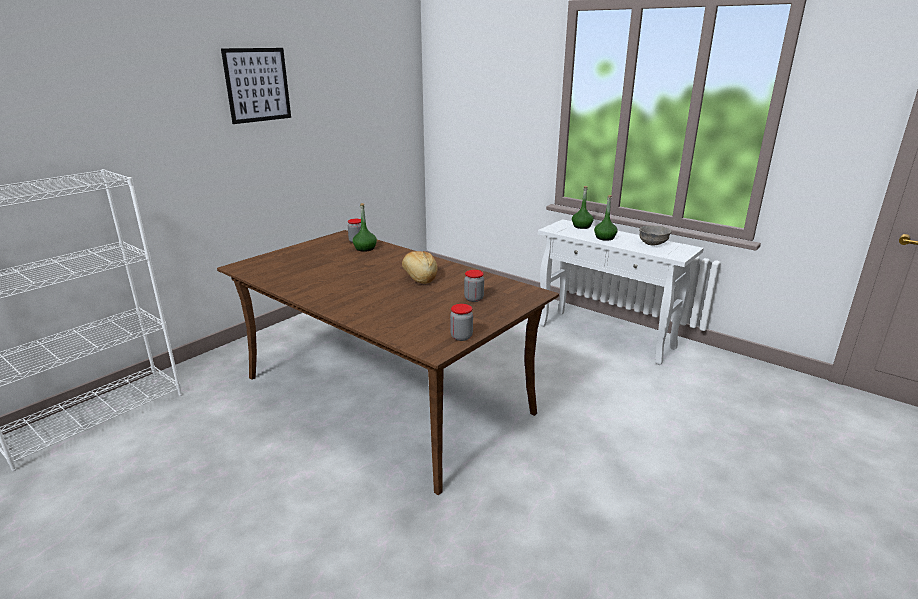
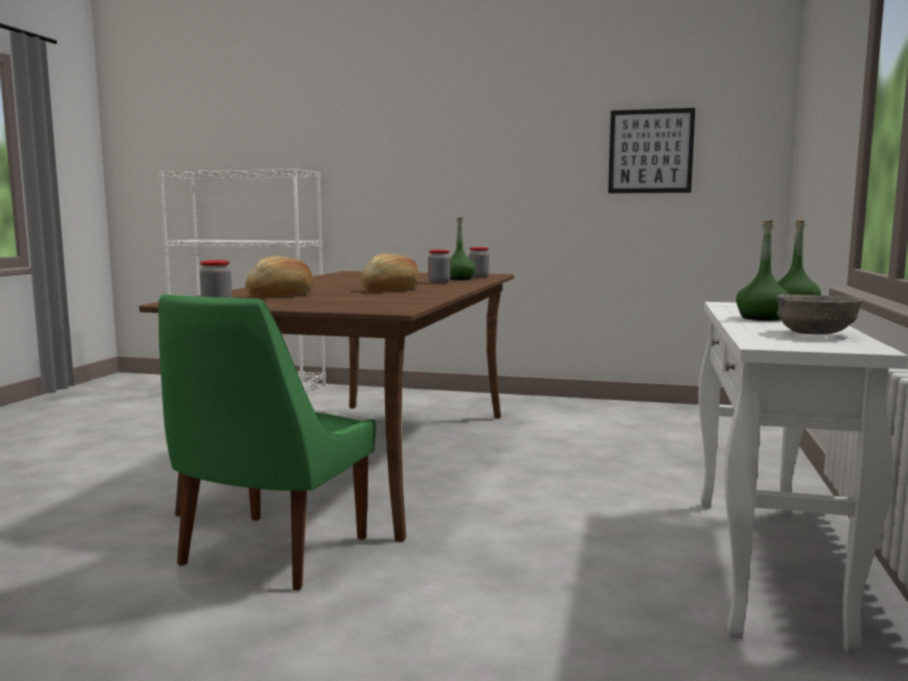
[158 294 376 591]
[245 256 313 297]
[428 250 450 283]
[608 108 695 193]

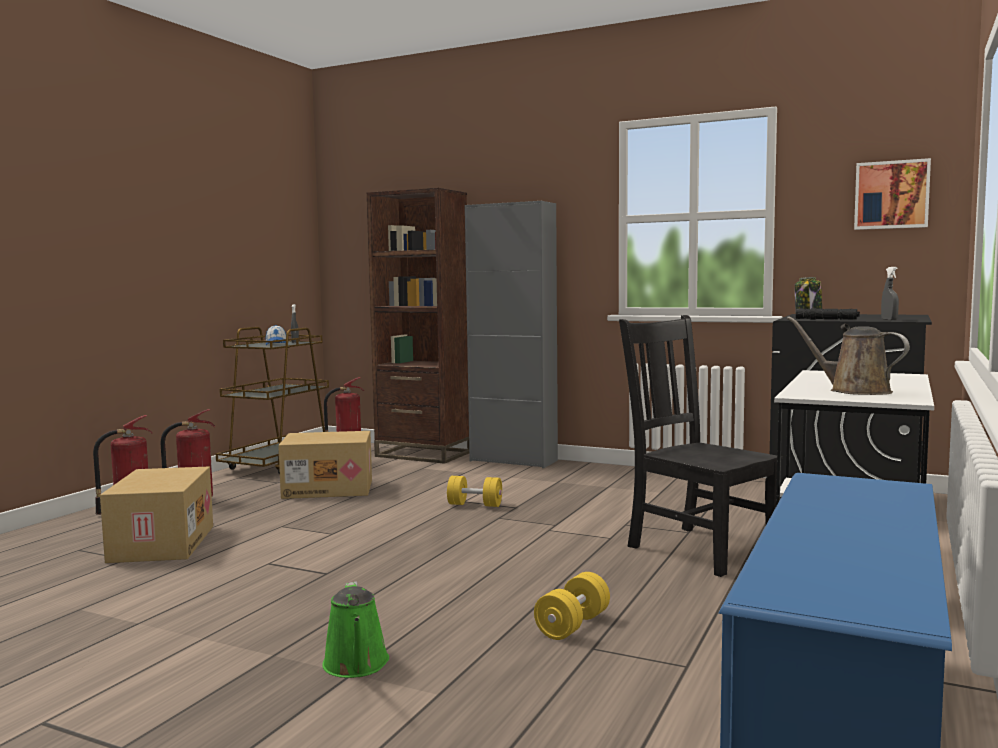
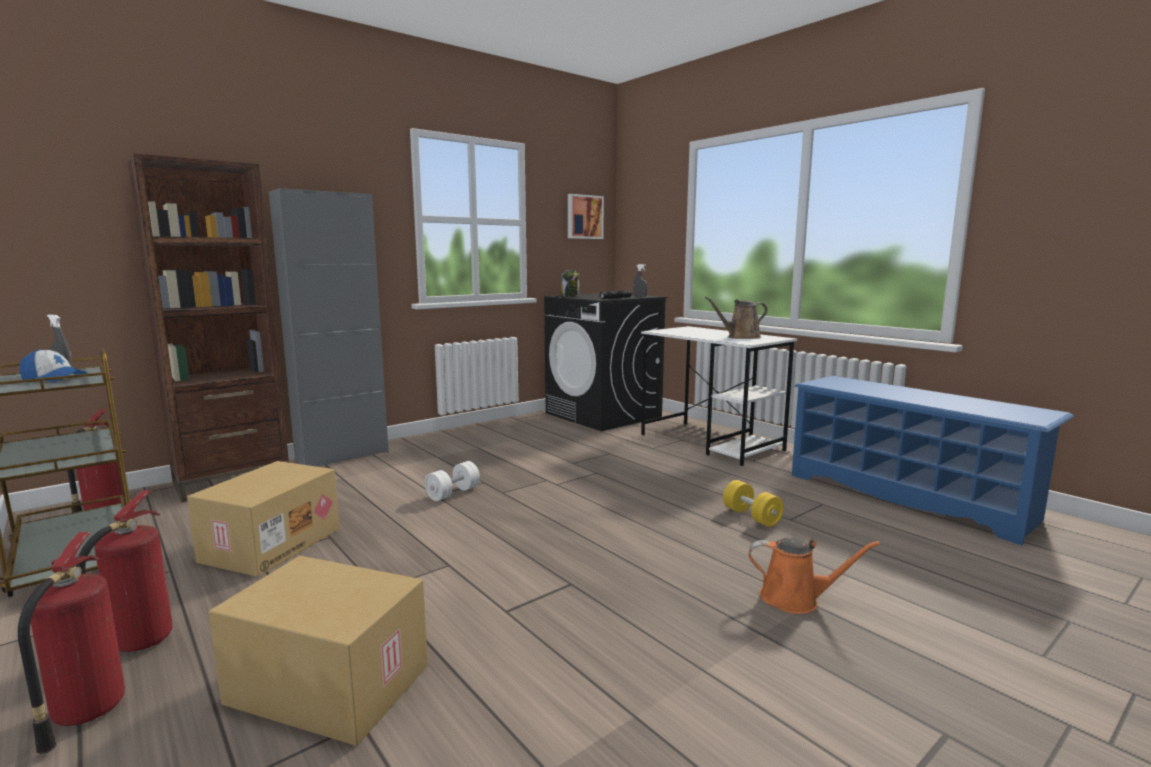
[425 461 480 501]
[749 538 880 614]
[619 315 782 577] (first image)

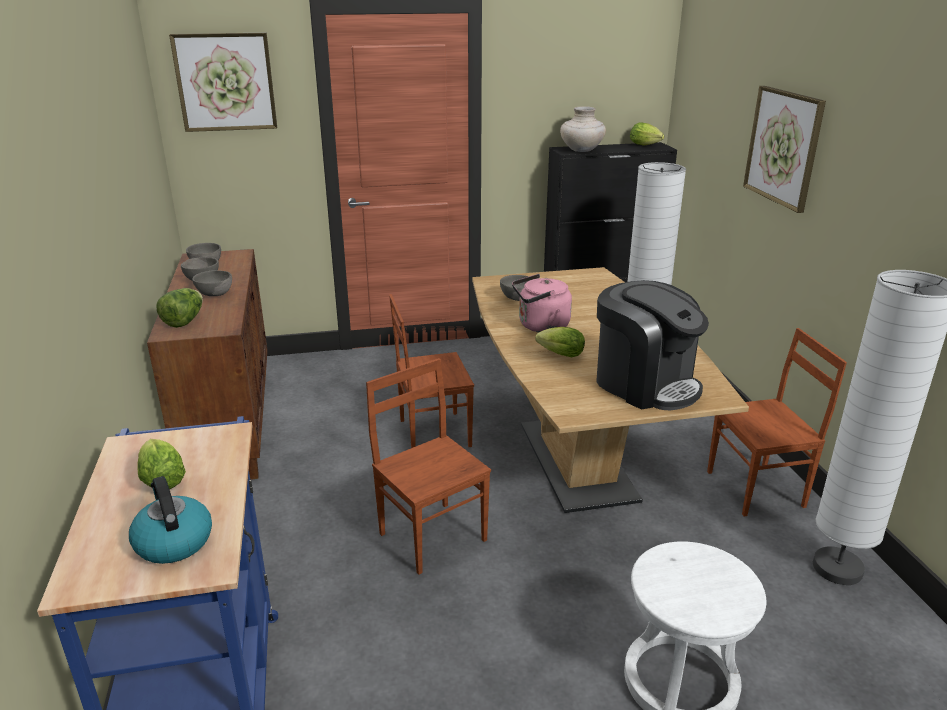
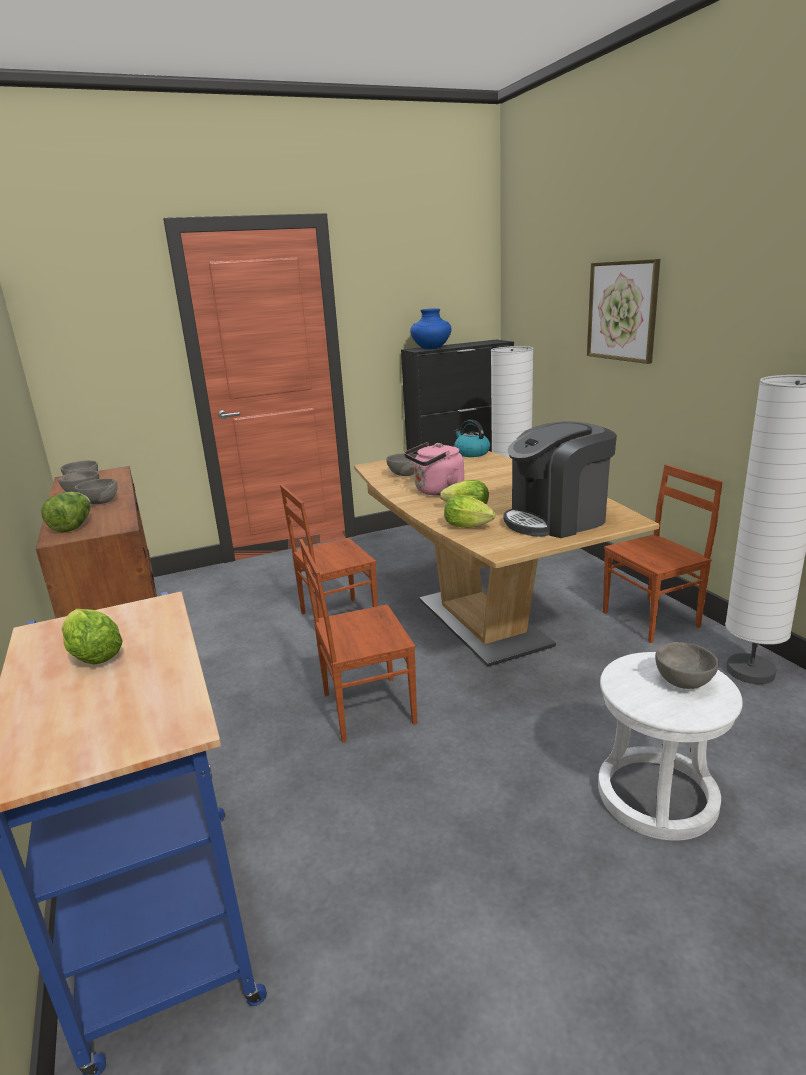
[299 539 417 743]
[410 308 451 349]
[444 495 496 528]
[454 420 490 457]
[504 421 617 538]
[655 642 719 689]
[169 33 277 132] (first image)

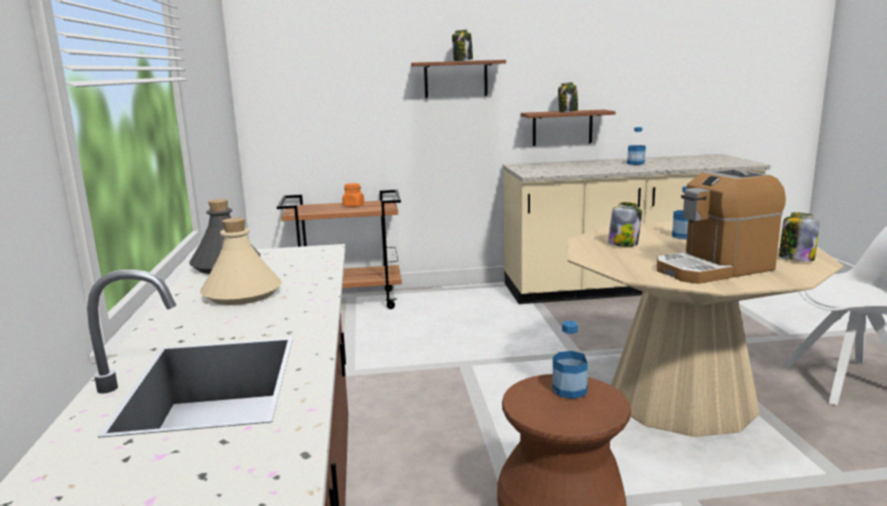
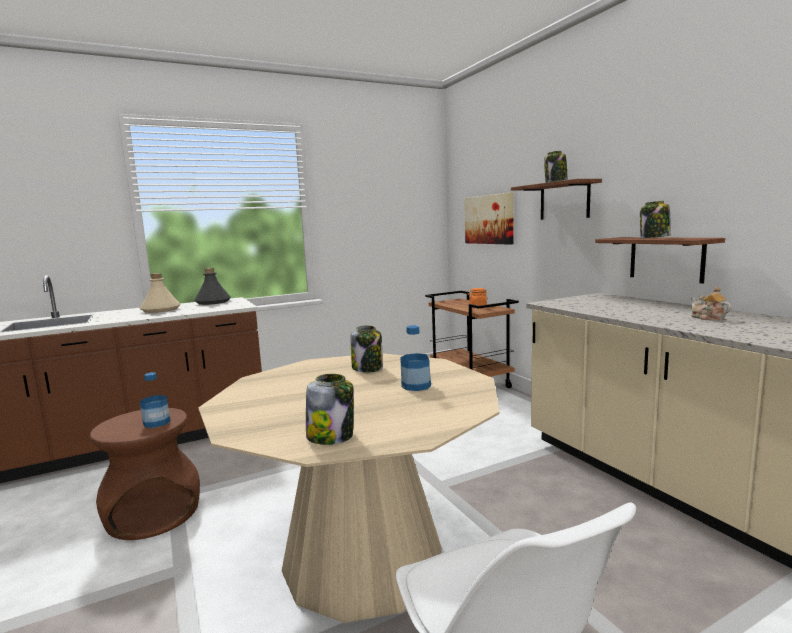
[465 193 514 245]
[691 287 731 321]
[657 169 786 284] (first image)

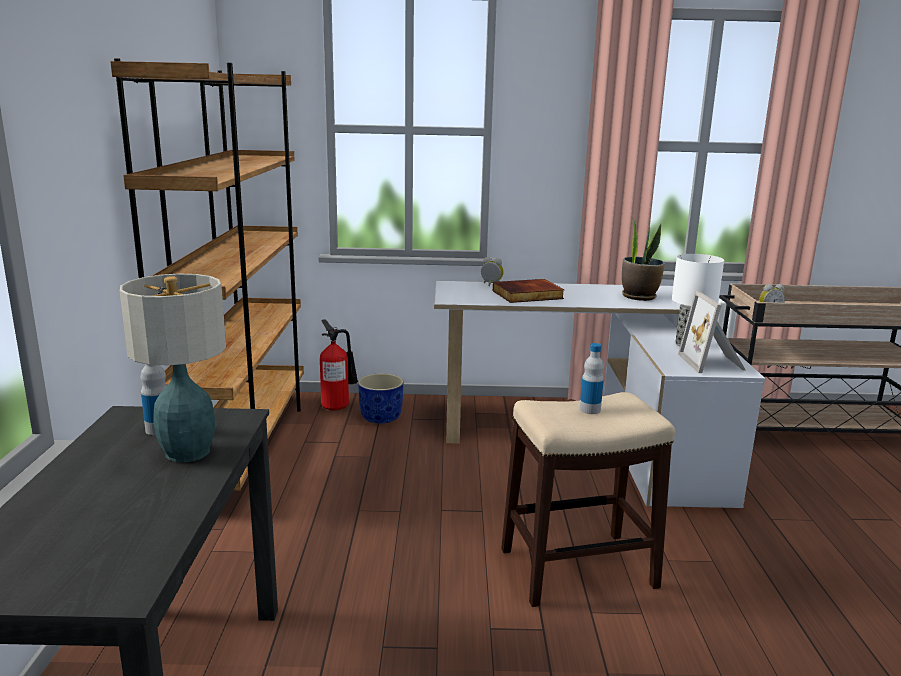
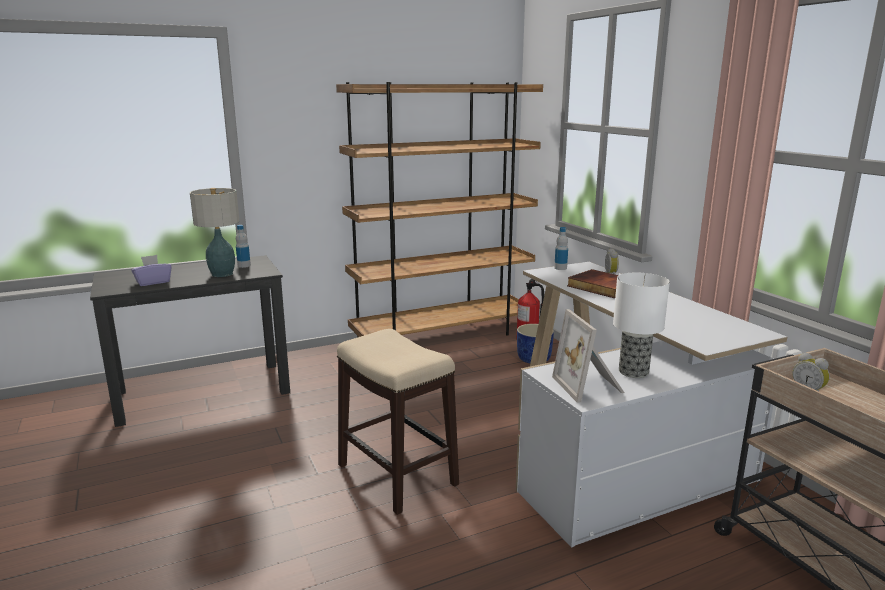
[131 255 172 286]
[552 309 624 403]
[554 227 568 270]
[622 219 665 301] (first image)

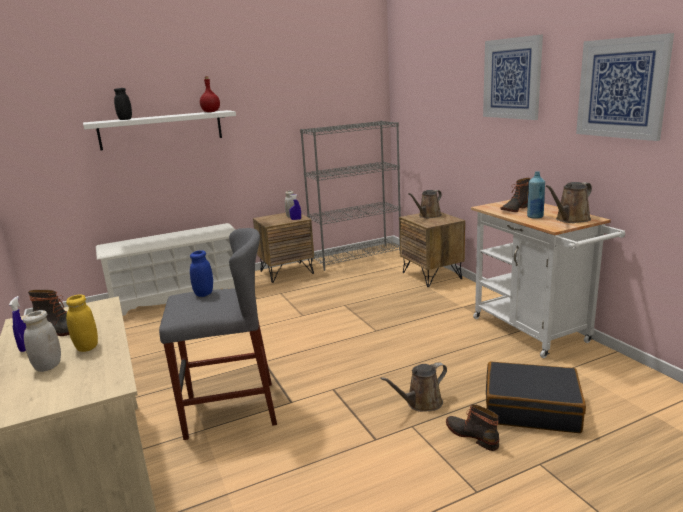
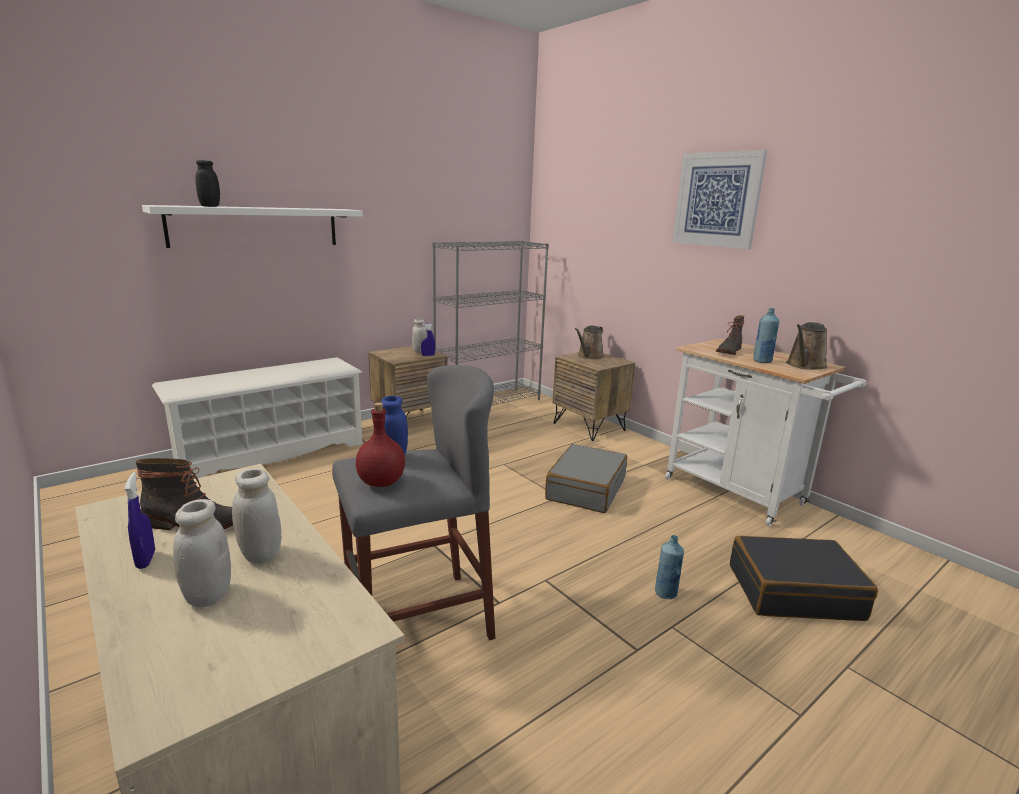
[232 468 281 564]
[356 402 405 487]
[545 444 627 513]
[655 535 684 599]
[446 404 499 451] (first image)
[576 33 674 141] (first image)

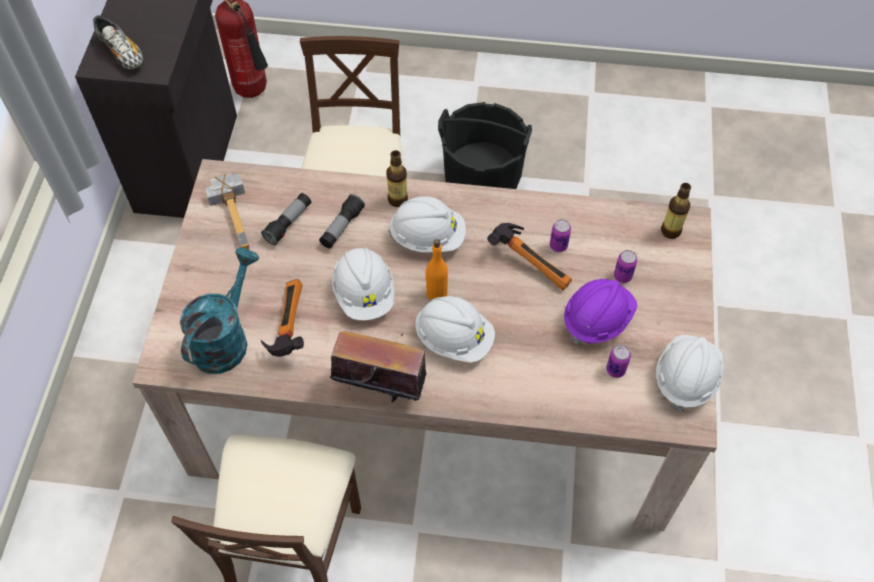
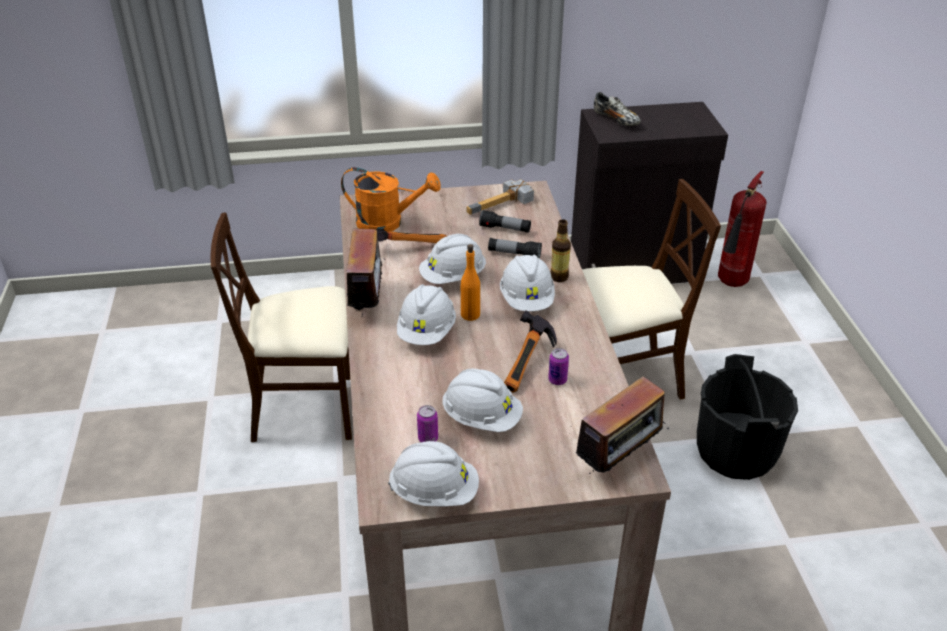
[341 167 441 232]
[442 369 523 432]
[576 376 669 474]
[594 92 641 126]
[614 250 637 283] (first image)

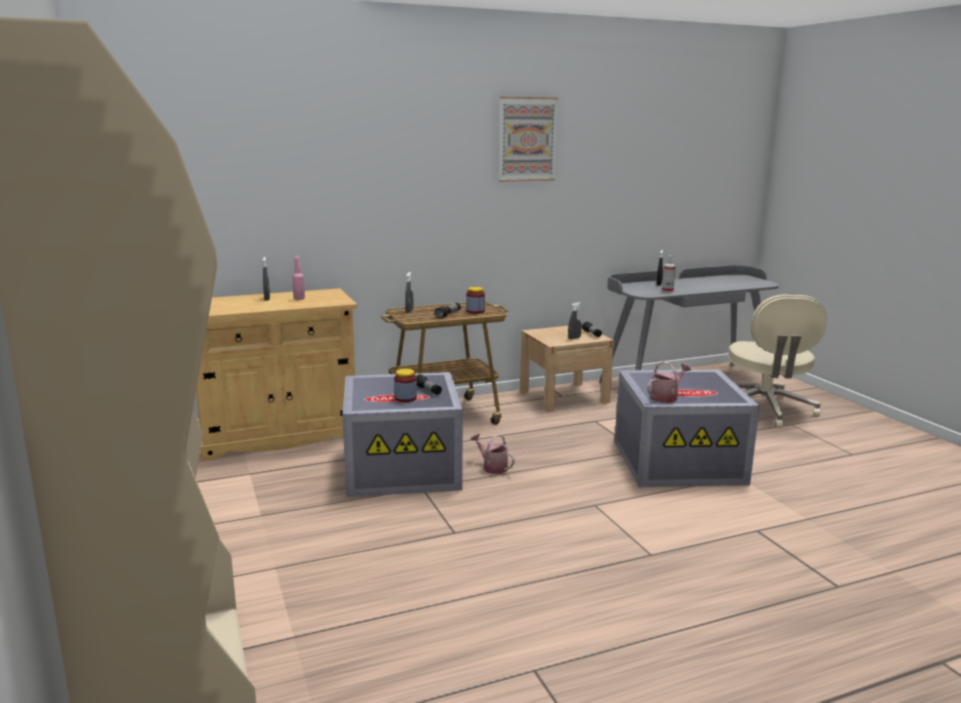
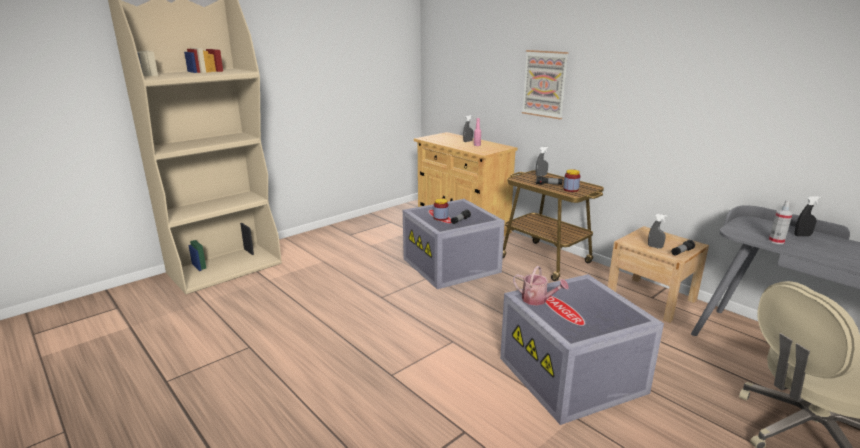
[522 50 568 119]
[470 434 515 474] (first image)

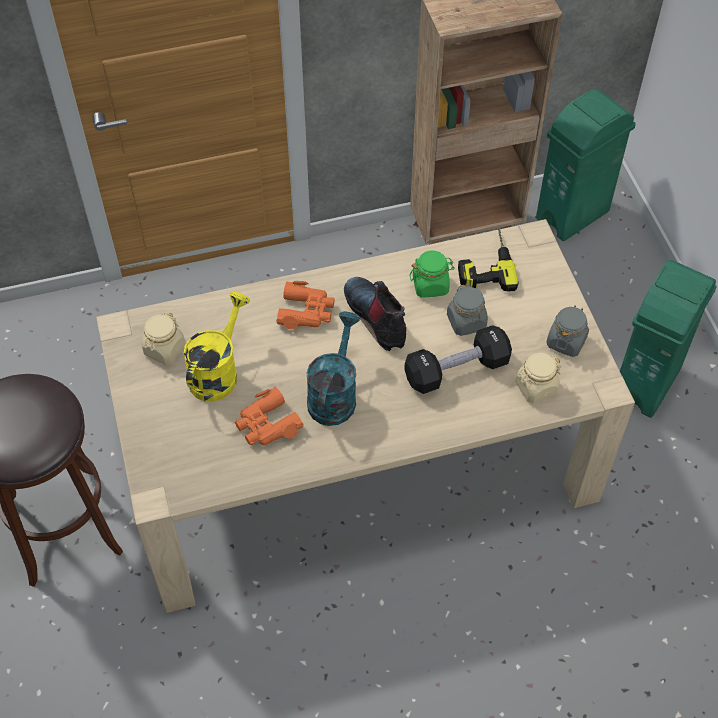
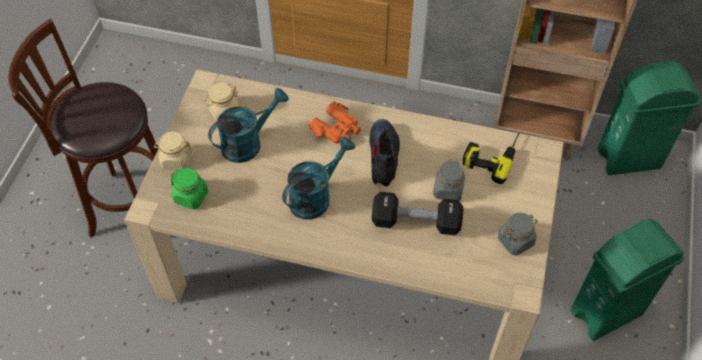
[154 131 193 171]
[170 168 208 209]
[208 88 289 163]
[235 387 304 445] (first image)

